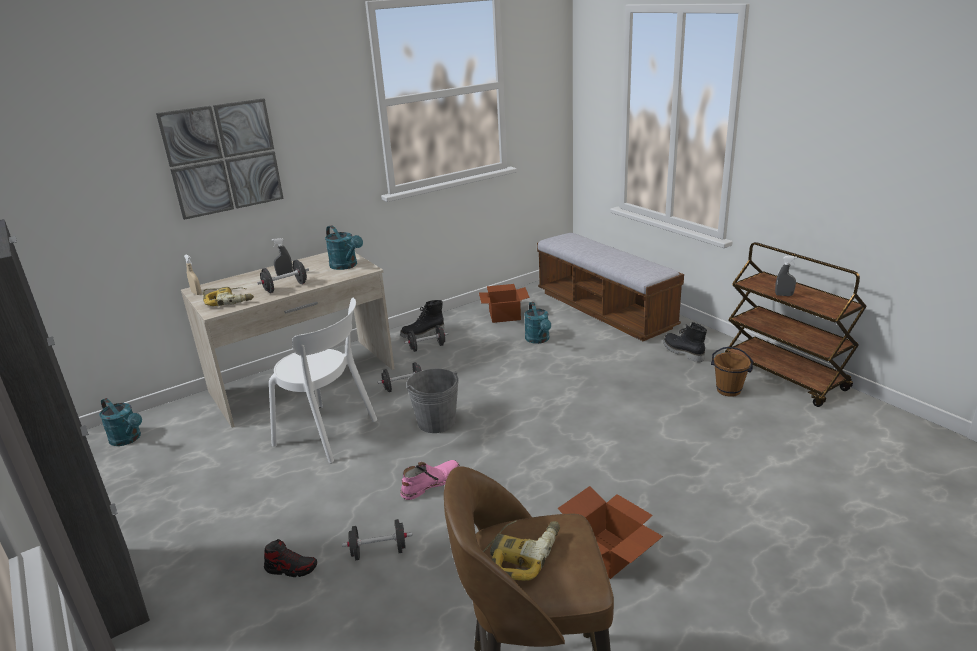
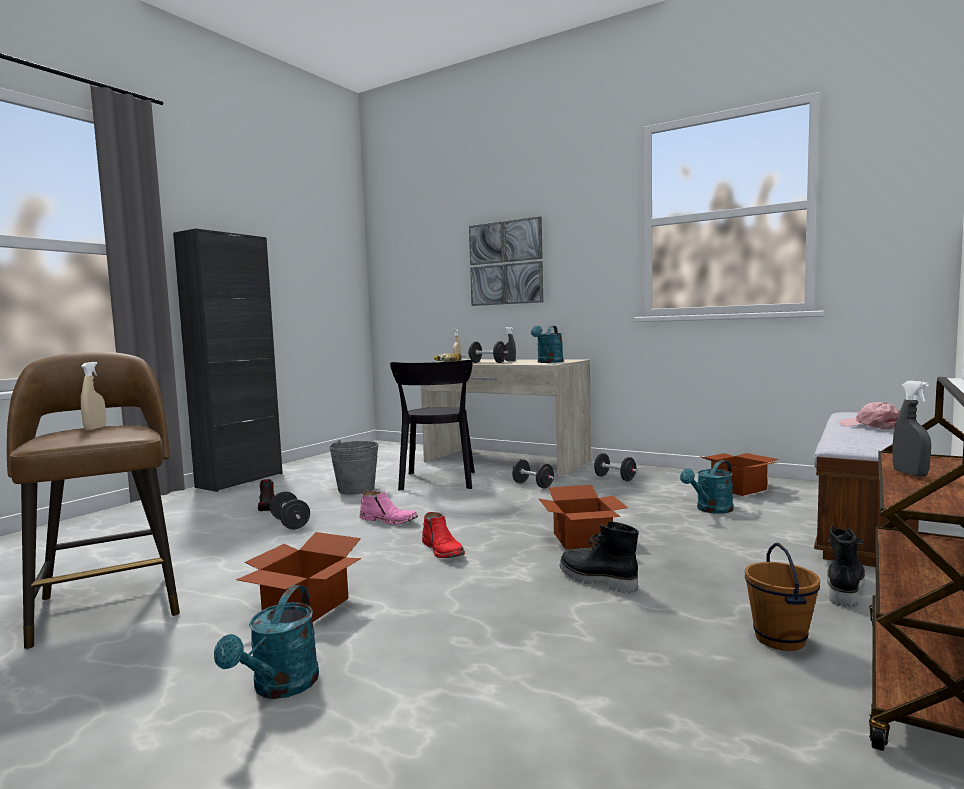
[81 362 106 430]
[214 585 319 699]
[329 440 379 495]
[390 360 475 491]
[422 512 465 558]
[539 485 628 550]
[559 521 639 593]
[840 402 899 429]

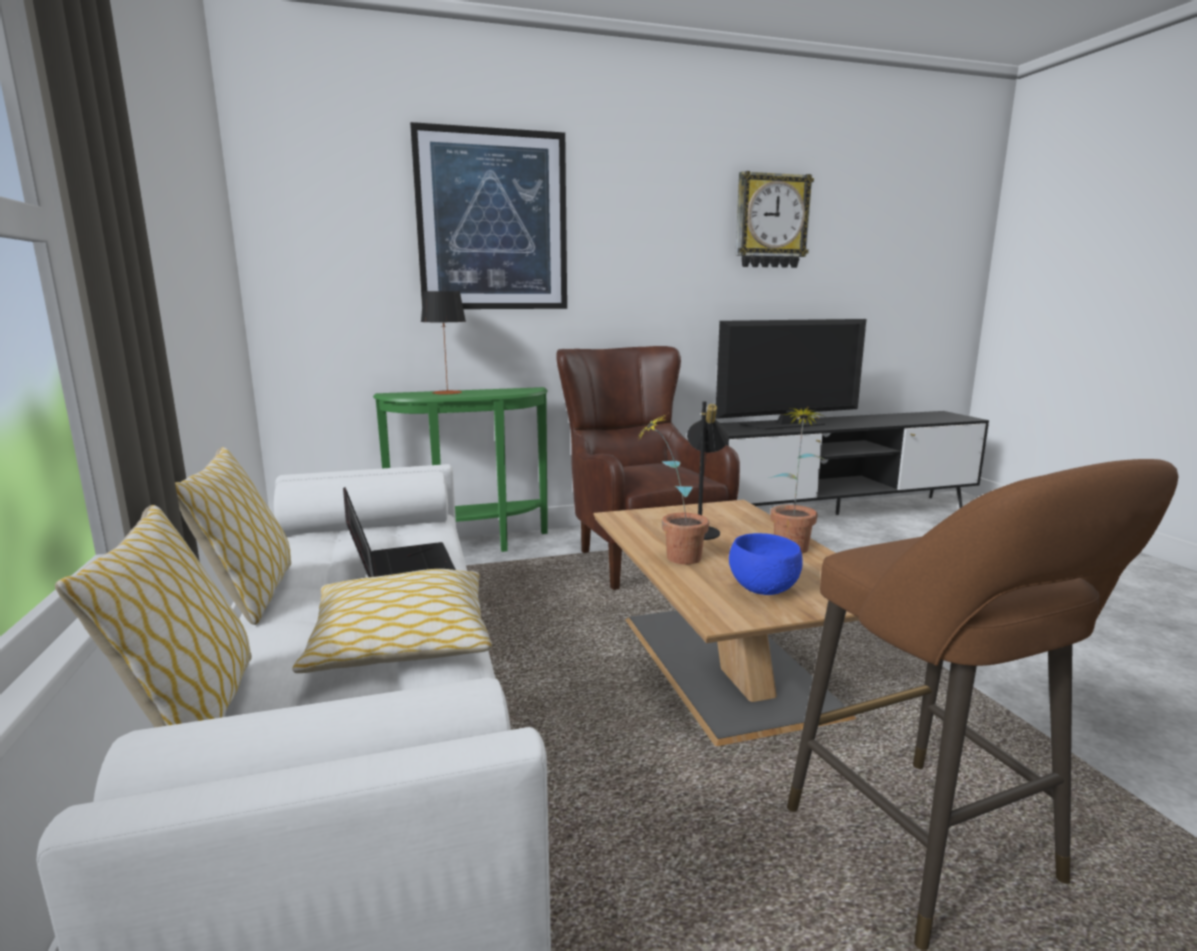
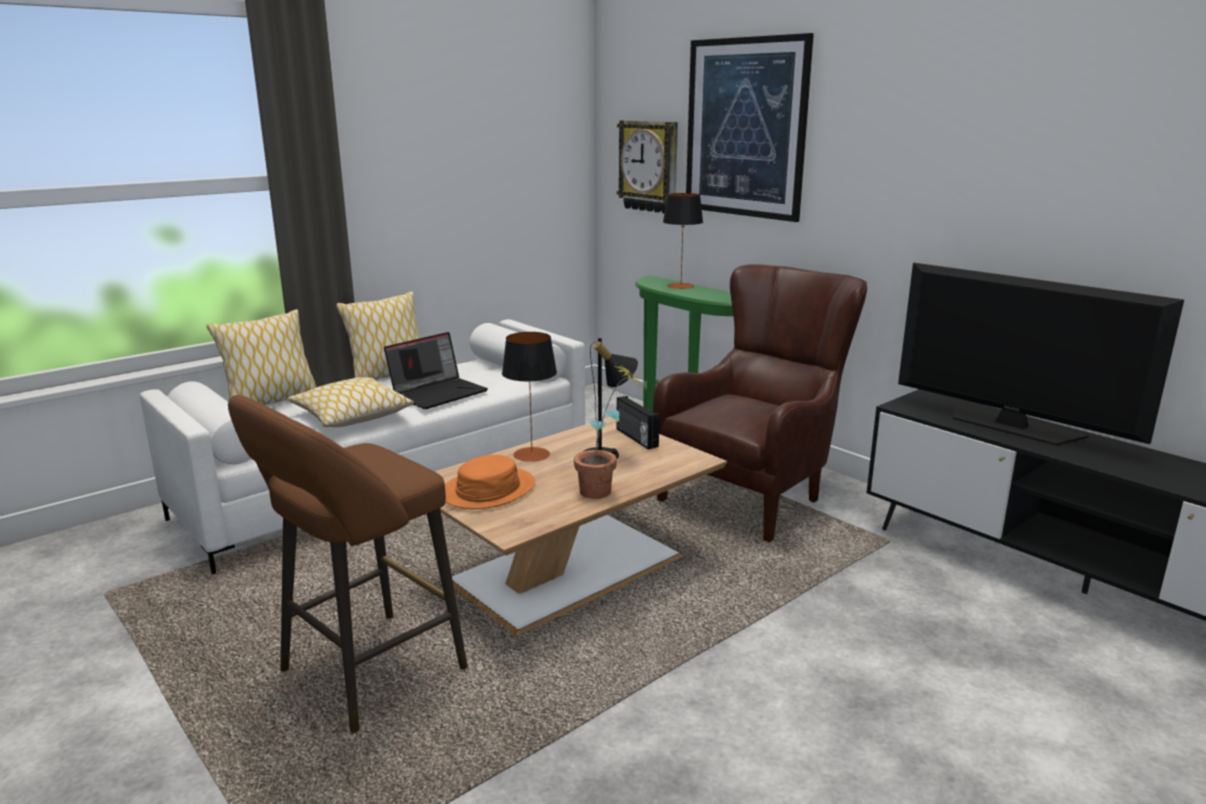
[445 455 535 509]
[502 332 557 462]
[617 120 678 213]
[617 396 659 450]

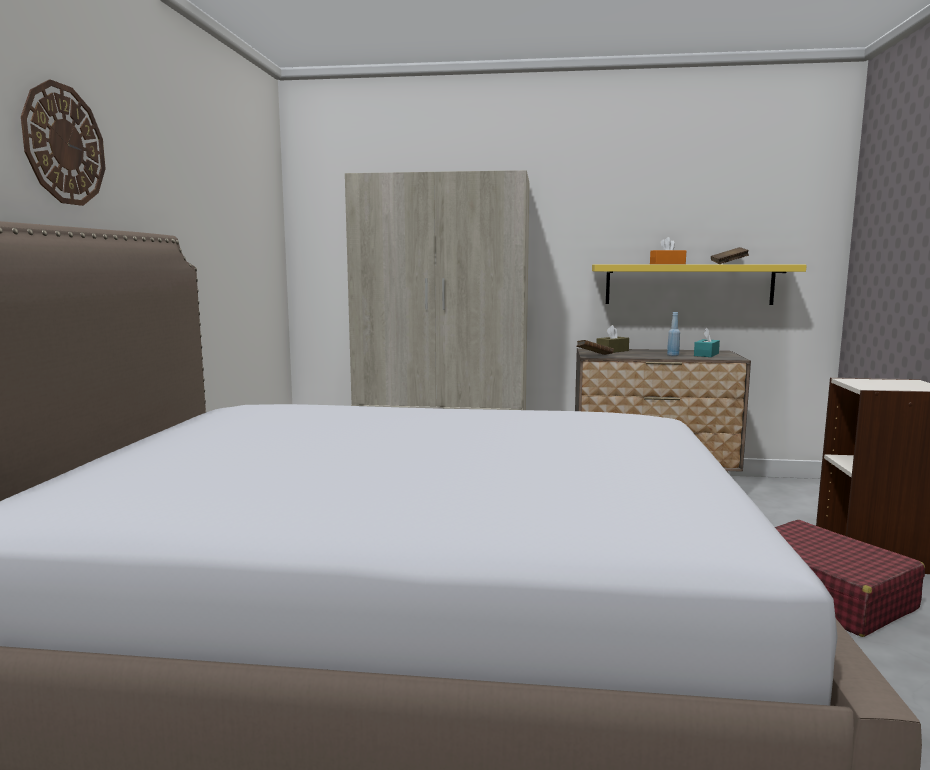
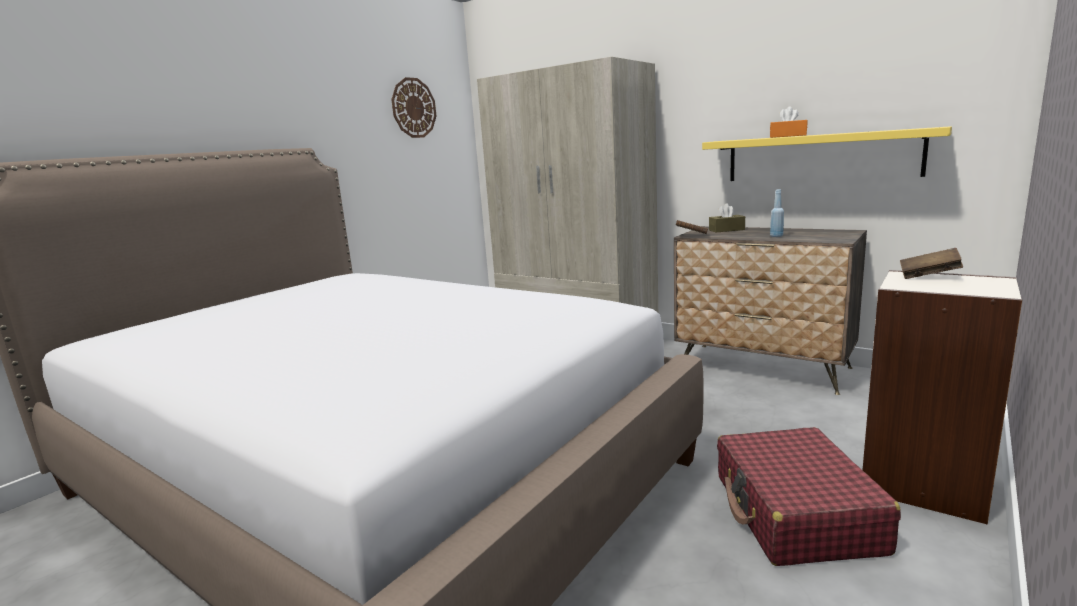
[391 77 437 138]
[900 248 963 279]
[694 328 720 357] (first image)

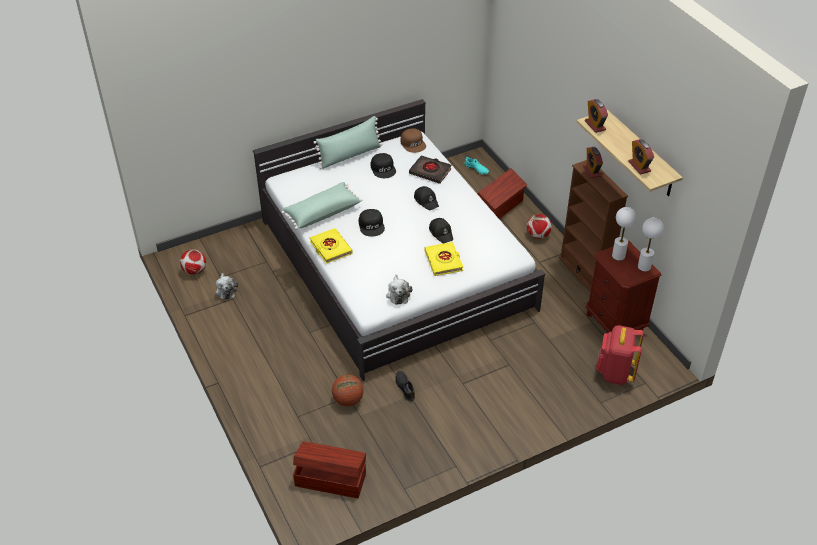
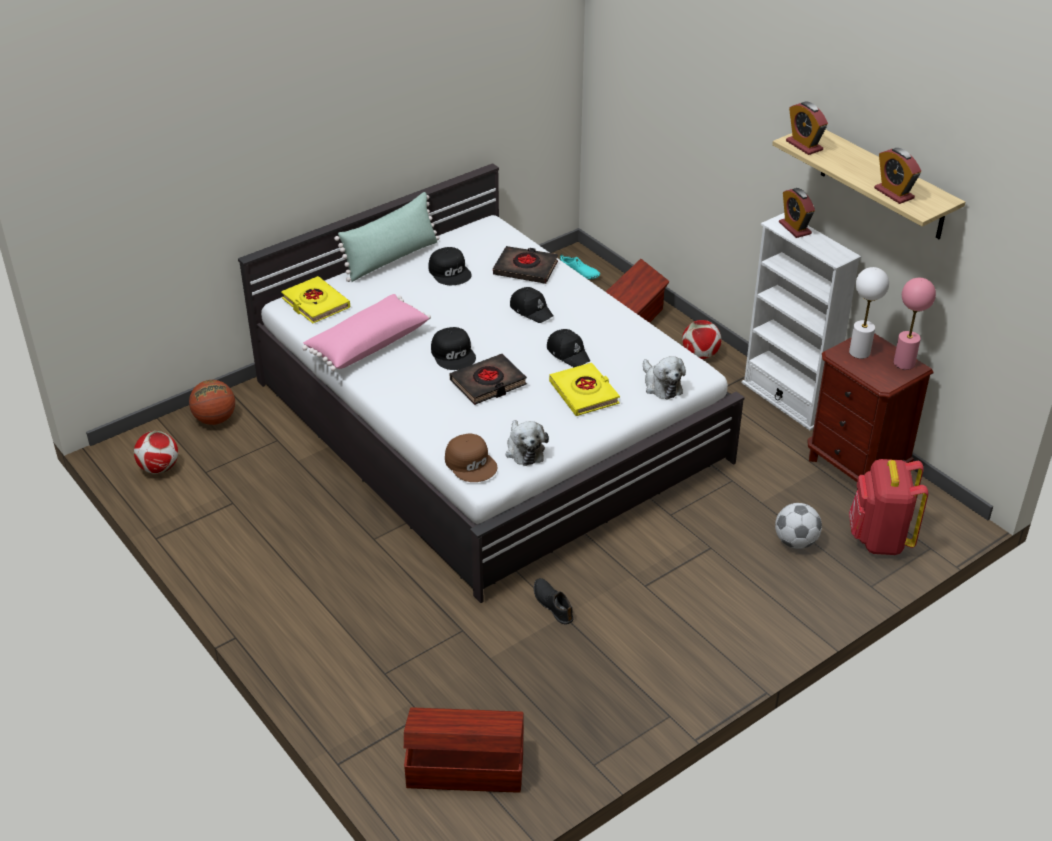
[189 380 235 425]
[281 276 350 323]
[302 294 431 371]
[445 433 497 482]
[450 354 527 405]
[643 356 686 399]
[742 213 861 431]
[775 503 822 549]
[894 278 936 370]

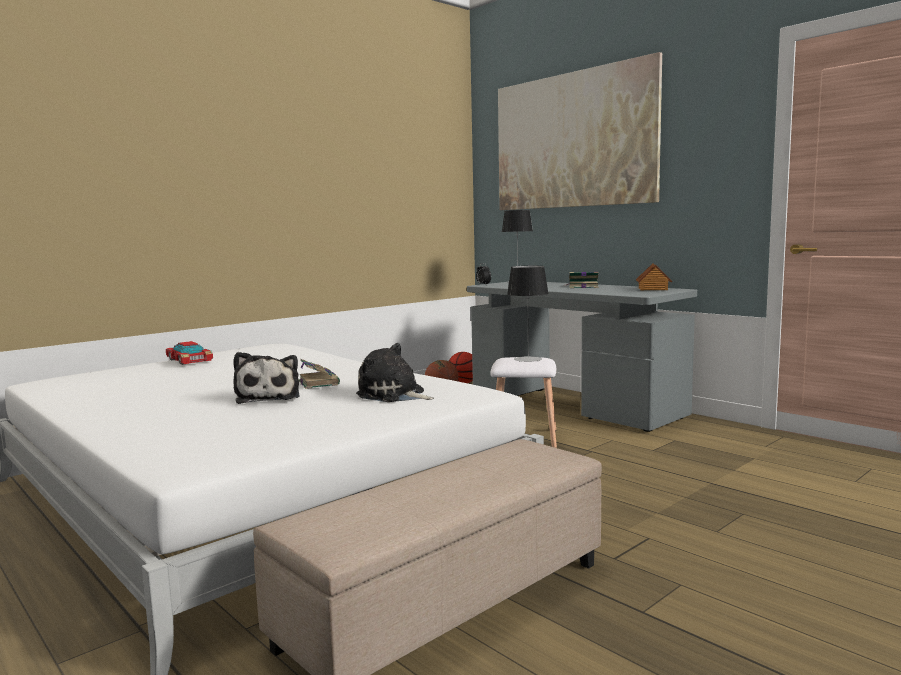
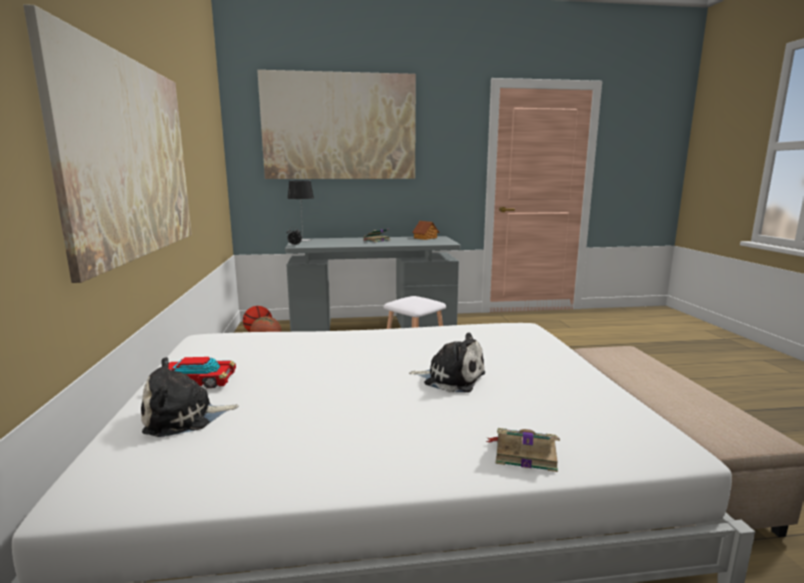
[23 4 192 283]
[141 357 239 437]
[486 428 560 472]
[507 266 549 362] (first image)

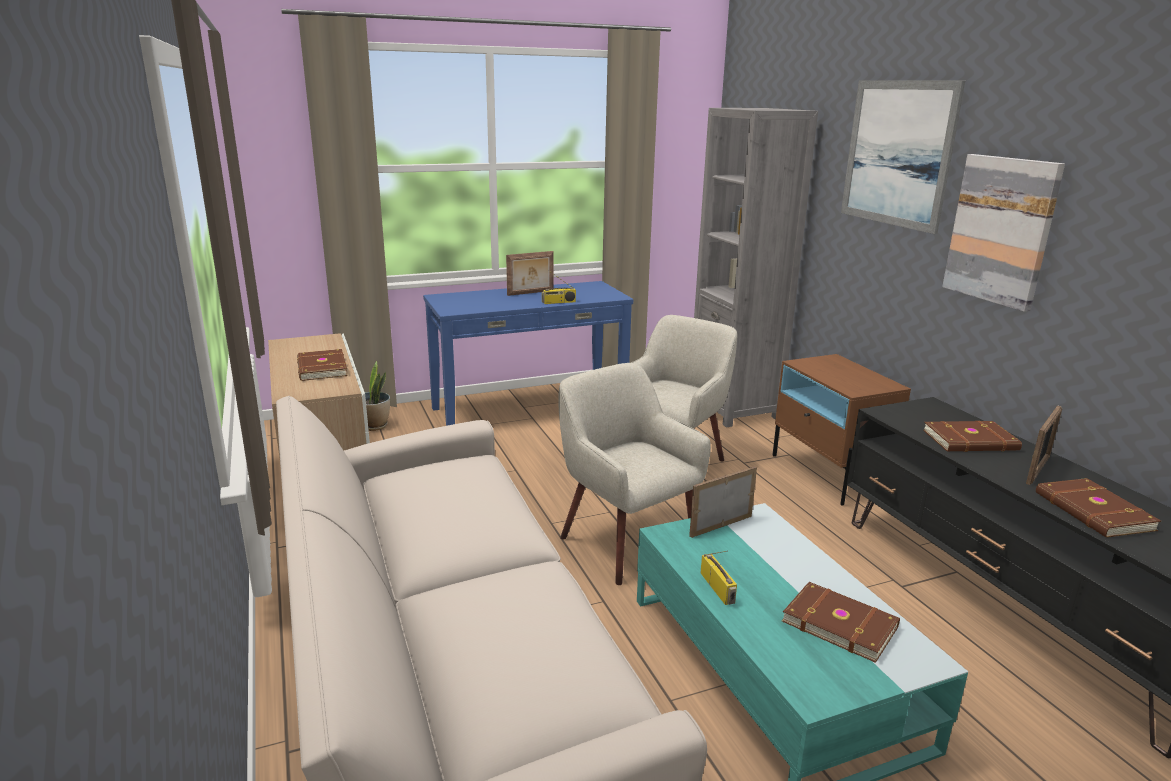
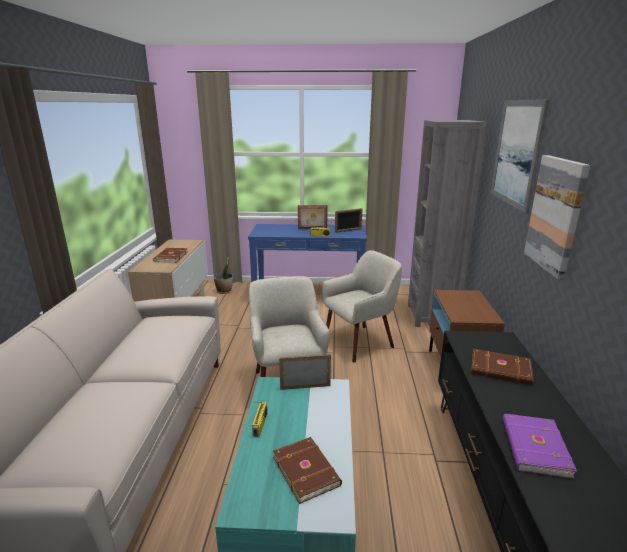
[335 208 362 233]
[503 414 577 479]

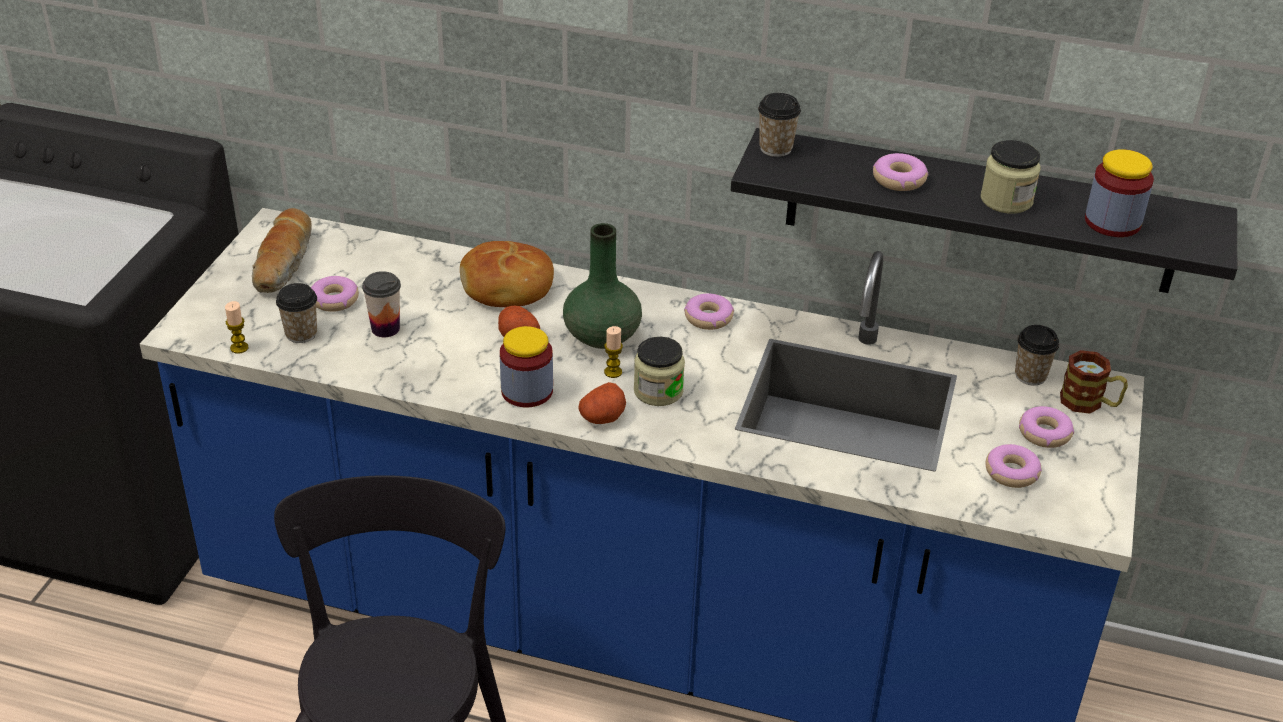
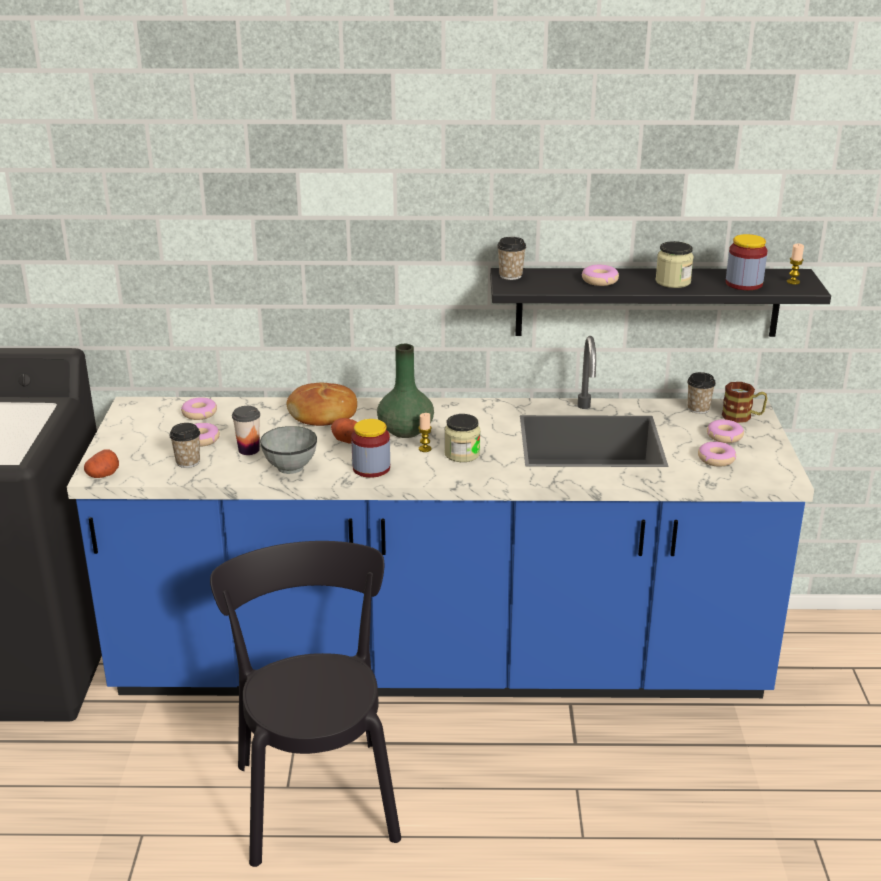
[84 449 119 478]
[181 397 217 420]
[260 426 317 474]
[787 243 804 284]
[252 208 312 293] (first image)

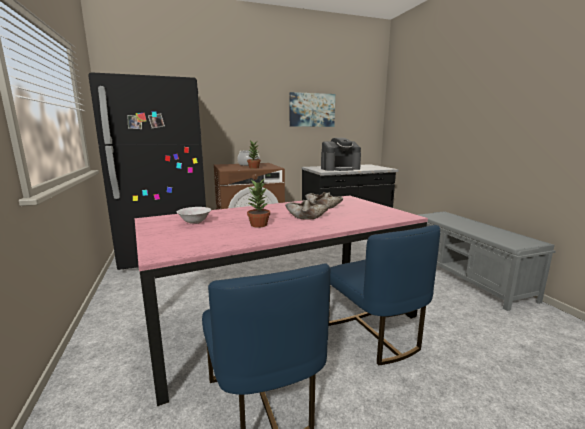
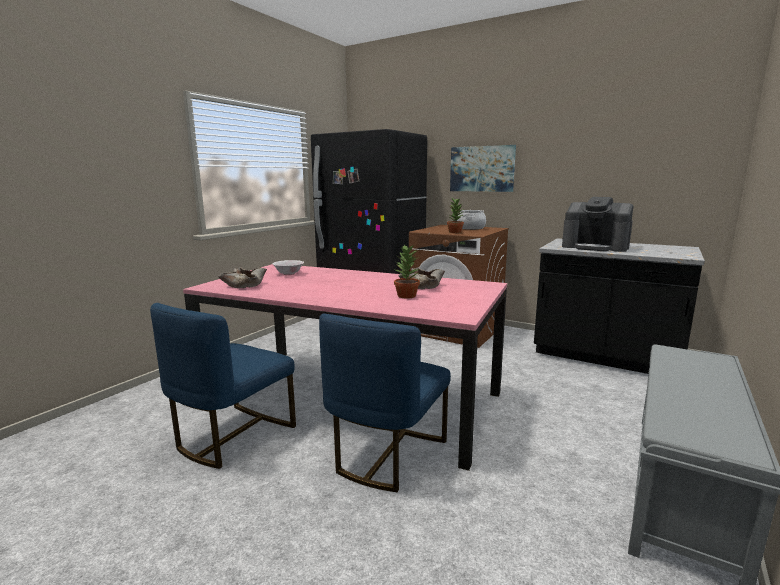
[218 267 267 288]
[394 244 420 299]
[450 145 516 192]

